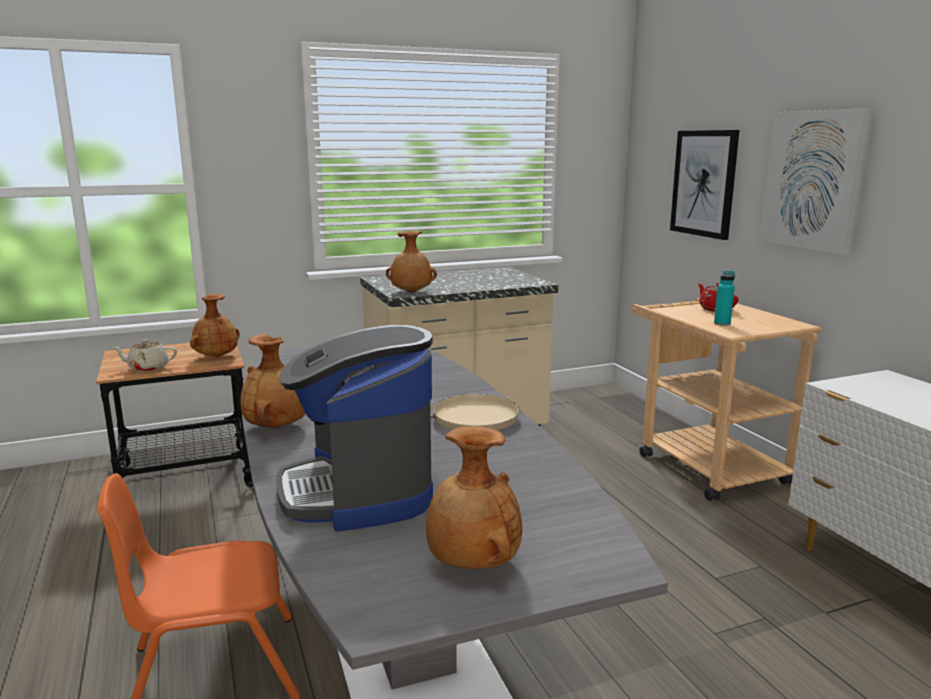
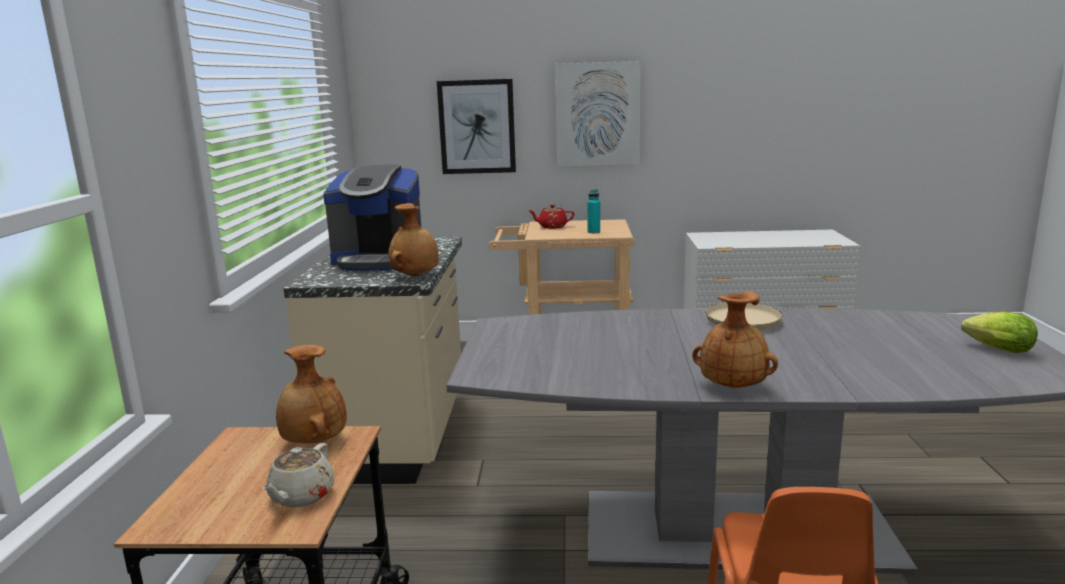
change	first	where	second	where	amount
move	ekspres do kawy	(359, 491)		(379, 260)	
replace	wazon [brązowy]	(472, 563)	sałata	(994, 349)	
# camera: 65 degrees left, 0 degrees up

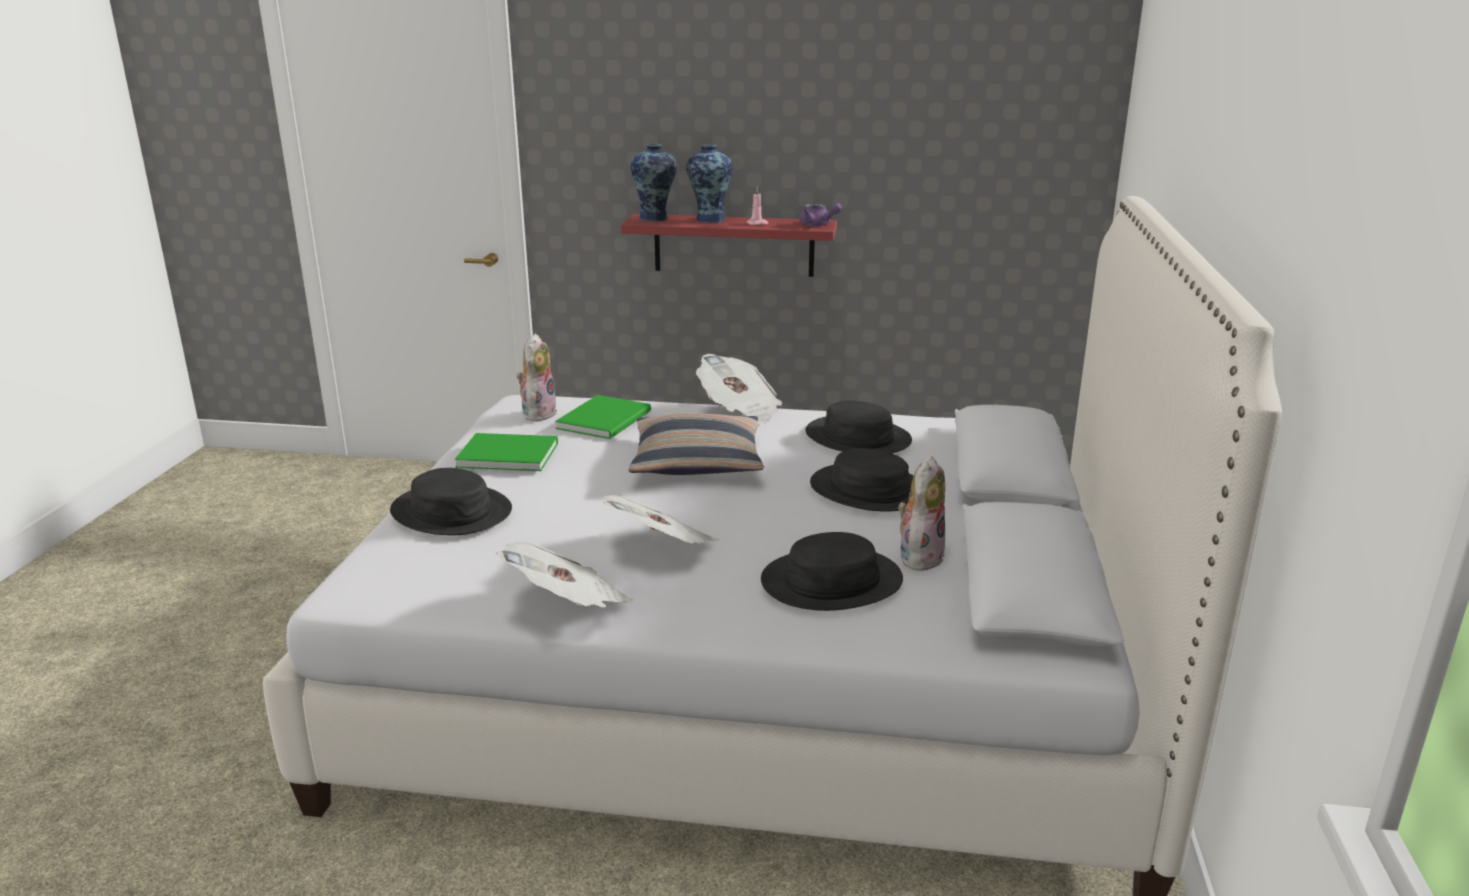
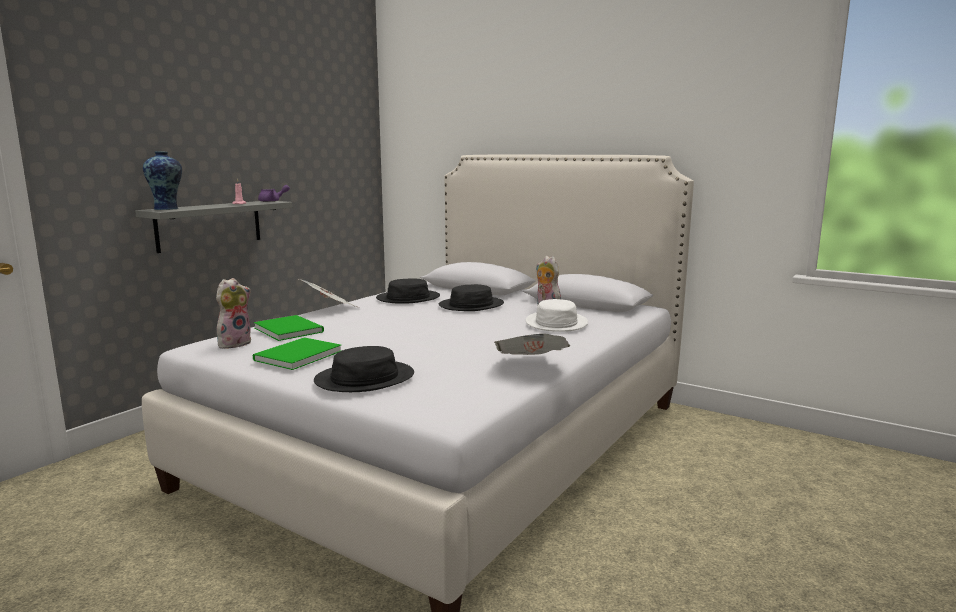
change	first	where	second	where	amount
recolor	półka [czerwony]	(733, 245)	półka [szary]	(209, 225)	
rotate	pluszak	(538, 413)		(234, 343)	90 degrees clockwise
recolor	kapelusz [czarny]	(831, 581)	kapelusz [biały]	(556, 323)	
delete	gazeta	(662, 548)			
delete	poduszka	(697, 461)			
delete	wazon	(710, 219)			
# camera: 65 degrees left, 10 degrees down

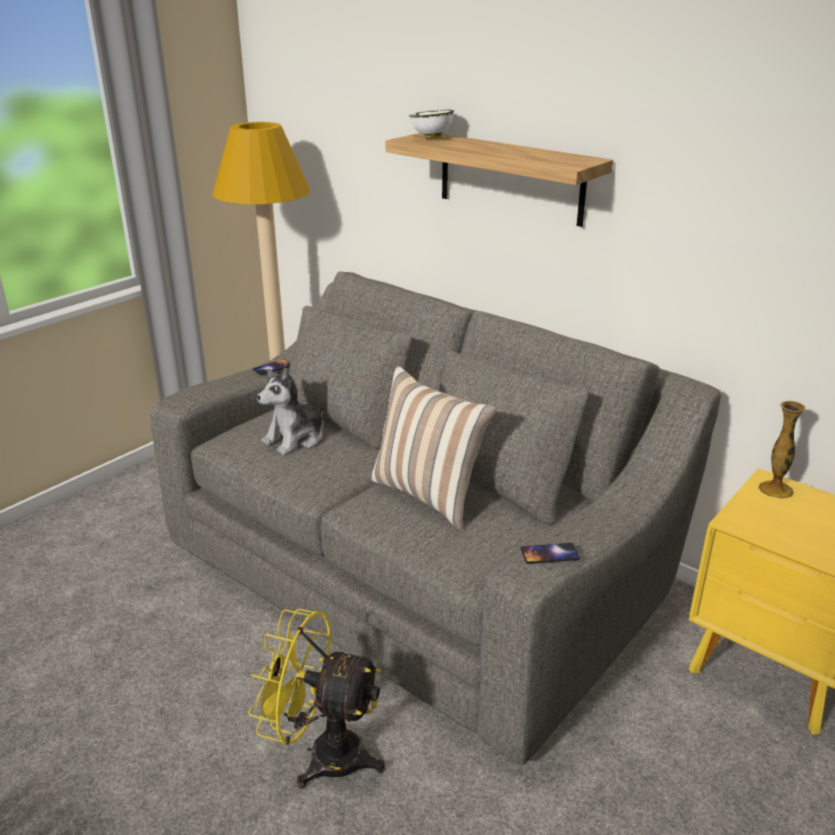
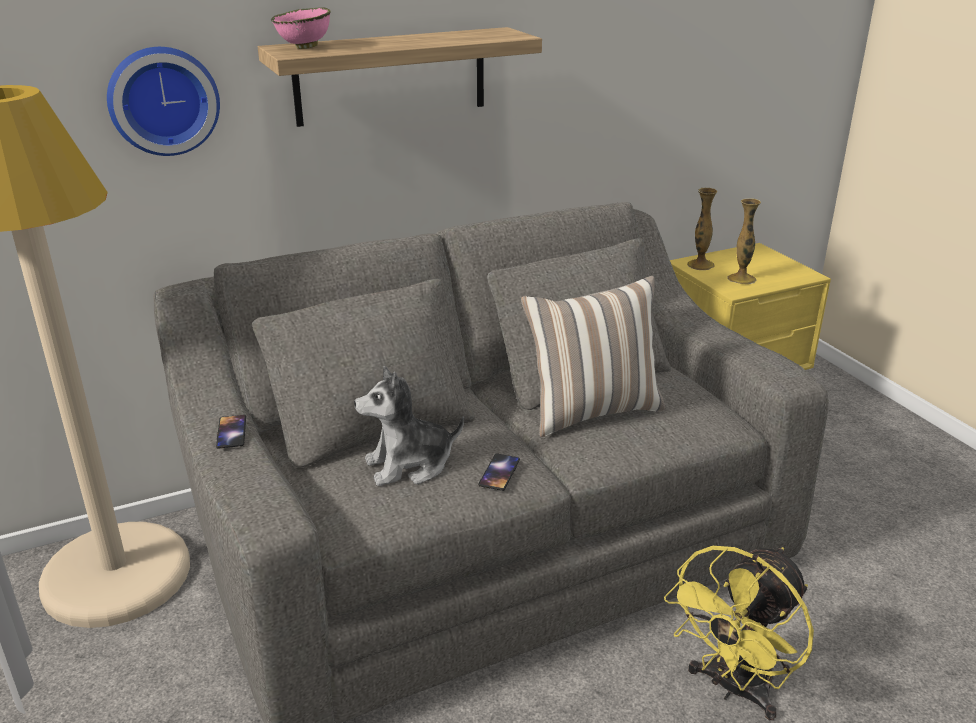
change	first	where	second	where	amount
insert			zegar ścienny	(163, 100)	
recolor	miska [biały]	(431, 138)	miska [różowy]	(305, 47)	
rotate	pluszak	(295, 438)		(409, 465)	90 degrees clockwise
move	telefon	(549, 554)		(499, 472)	
insert			wazon	(741, 279)	
# camera: 65 degrees left, 0 degrees up

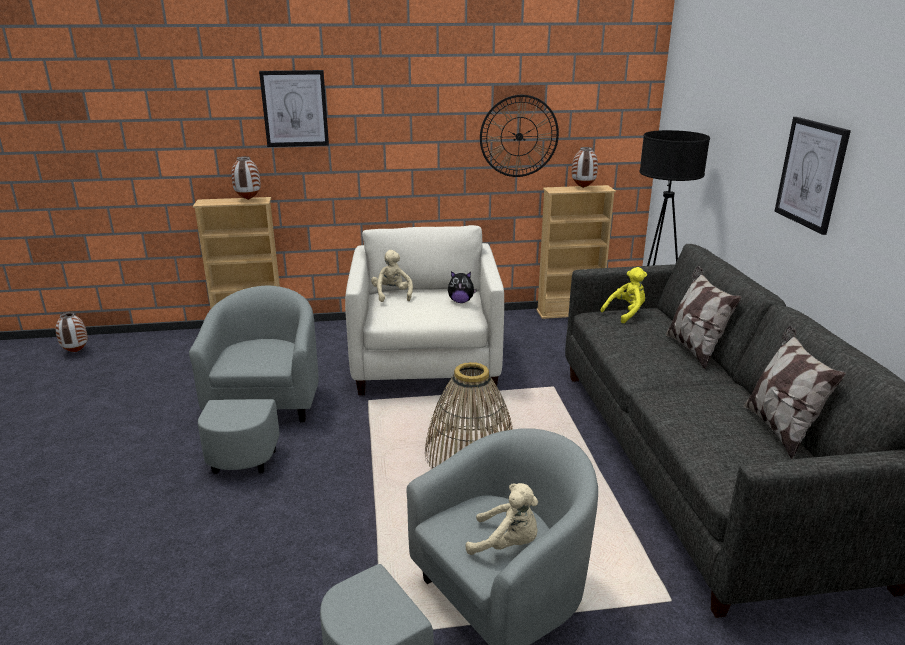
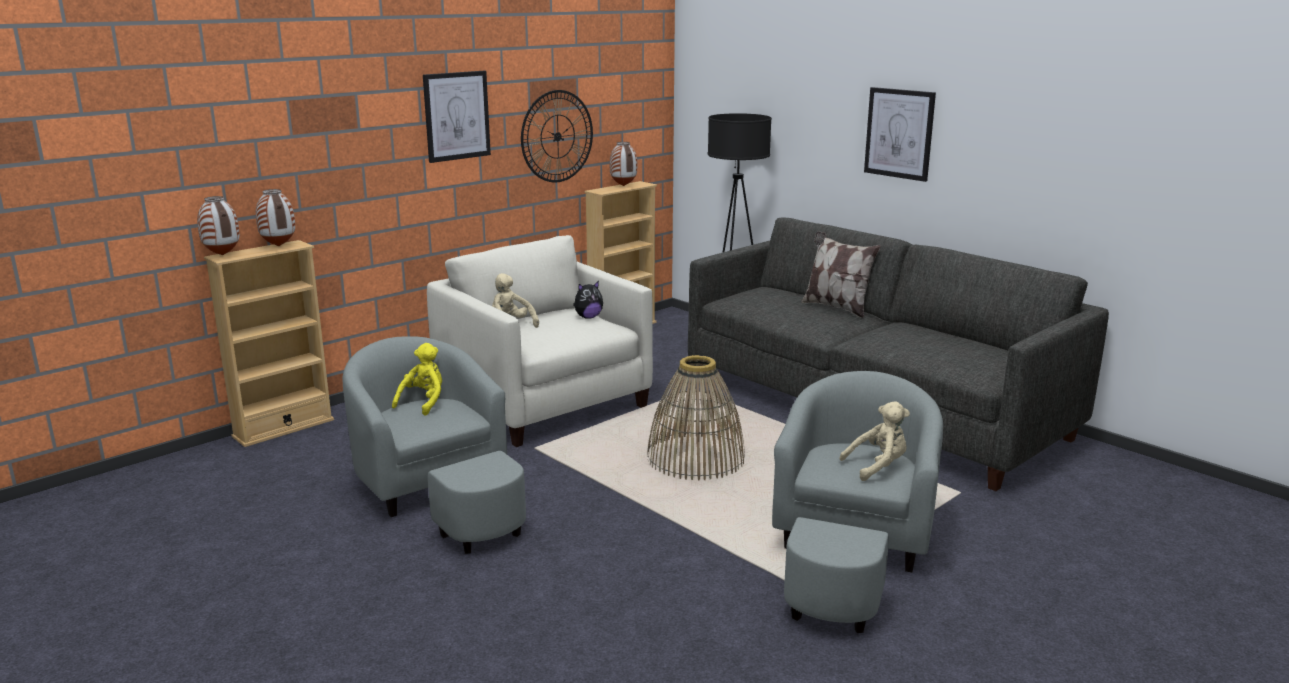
change	first	where	second	where	amount
move	wazon	(76, 352)		(223, 255)	
move	pluszak [żółty]	(626, 313)		(423, 402)	
move	obraz	(295, 108)		(456, 116)	
delete	poduszka	(779, 429)			
# camera: 35 degrees left, 5 degrees down

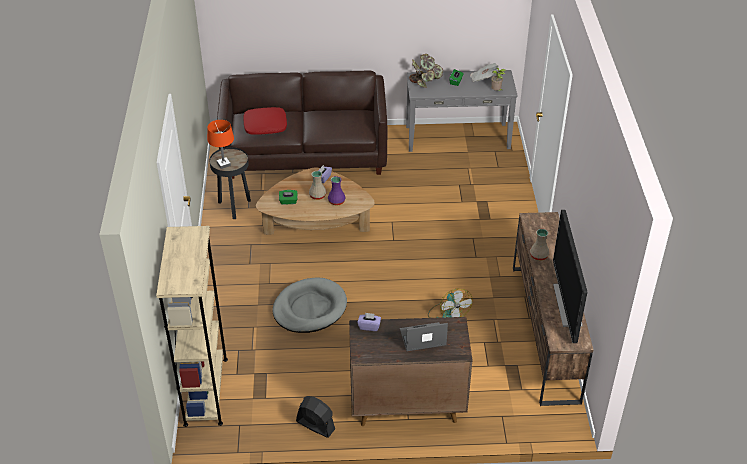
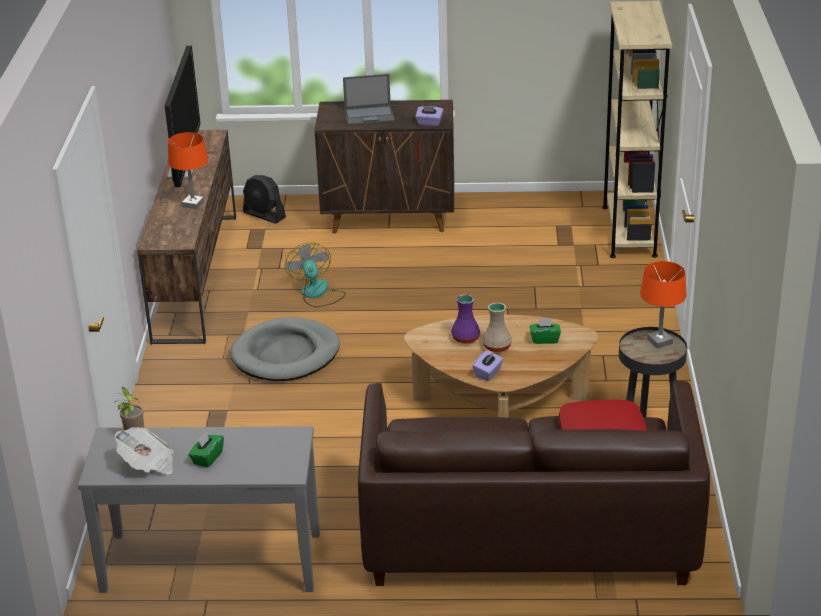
change	first	where	second	where	amount
replace	wazon [beżowy]	(538, 255)	lampa stołowa [pomarańczowy]	(193, 204)	
move	legowisko [szary]	(309, 308)		(286, 354)	
move	wentylator [czarny]	(315, 425)		(264, 215)	
delete	roślina doniczkowa	(425, 80)			
# camera: 175 degrees left, 10 degrees down

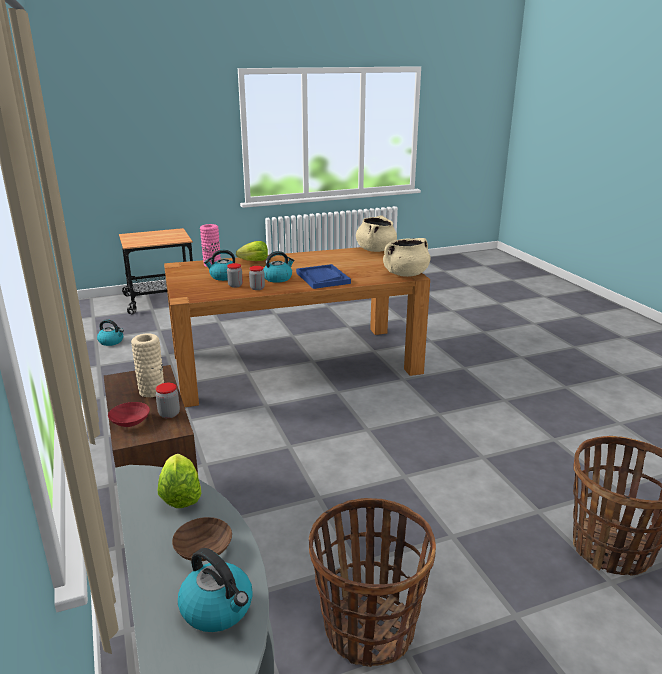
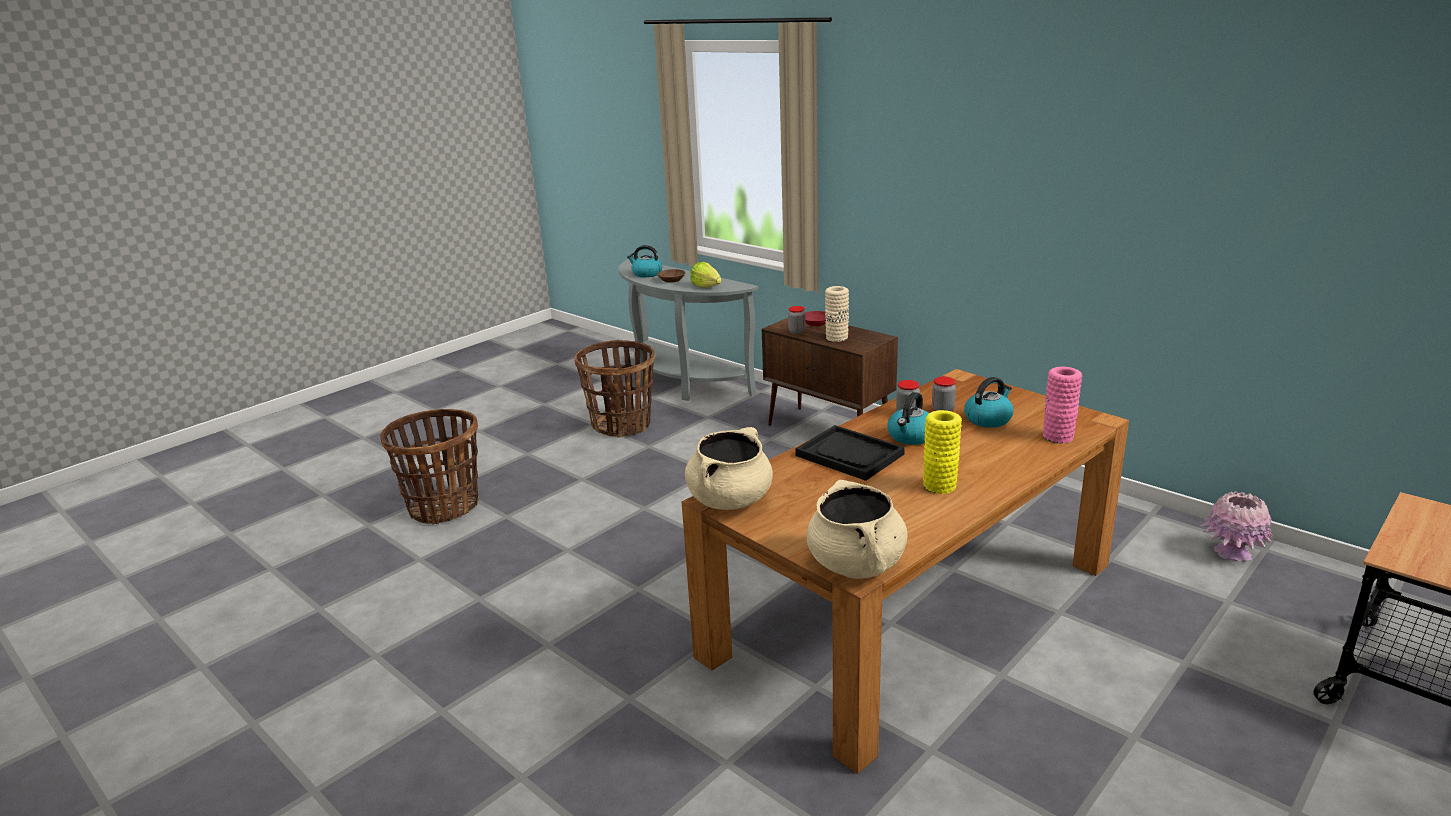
change	first	where	second	where	amount
recolor	taca [niebieski]	(322, 278)	taca [czarny]	(850, 455)	
insert			wazon [żółty]	(939, 485)	
replace	czajnik	(111, 341)	wazon [różowy]	(1232, 553)	
delete	sałata	(254, 261)			
# camera: 155 degrees right, 0 degrees up

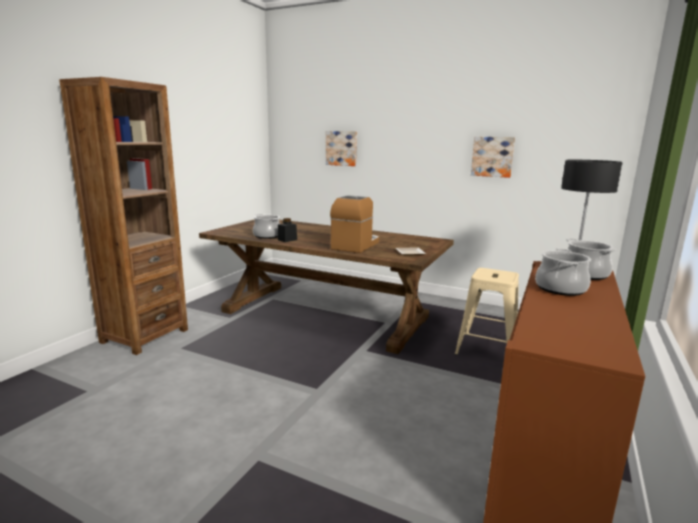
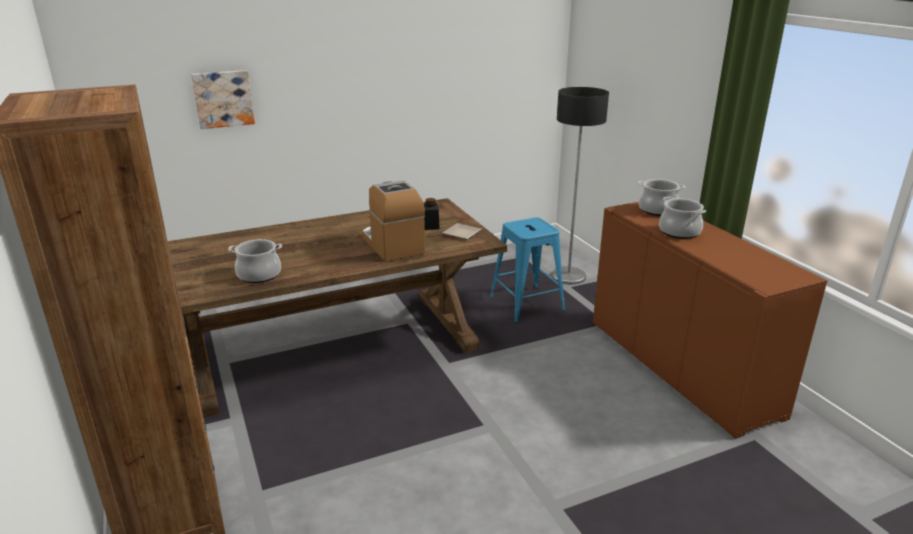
change	first	where	second	where	amount
move	słoik [czarny]	(287, 240)		(431, 225)	
recolor	stołek [beżowy]	(486, 349)	stołek [niebieski]	(526, 304)	
delete	obraz	(492, 156)			
# camera: 50 degrees left, 10 degrees up

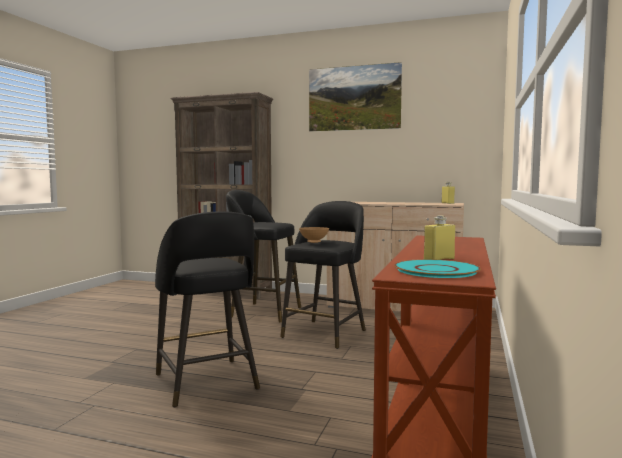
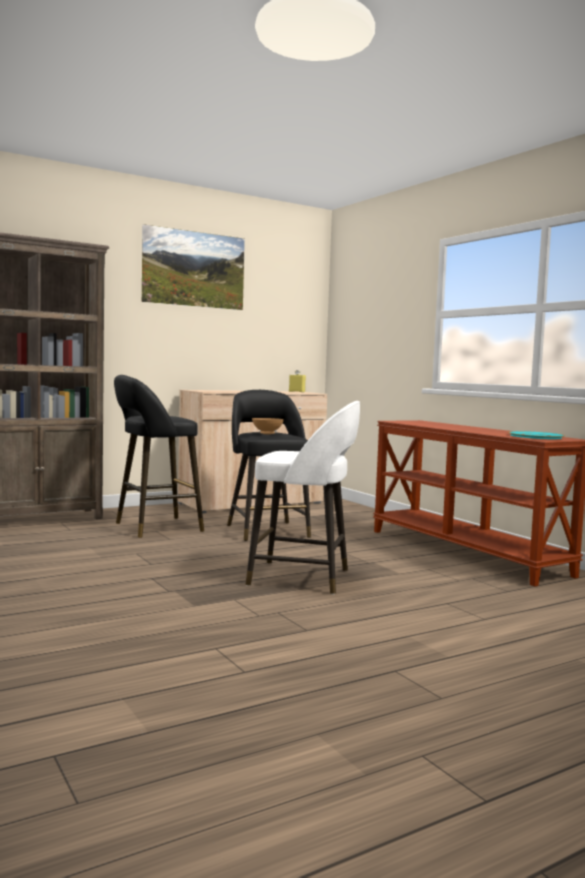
change	first	where	second	where	amount
recolor	stołek [czarny]	(207, 383)	stołek [biały]	(302, 578)	
delete	butelka [żółty]	(439, 259)			
# camera: 50 degrees left, 0 degrees up

